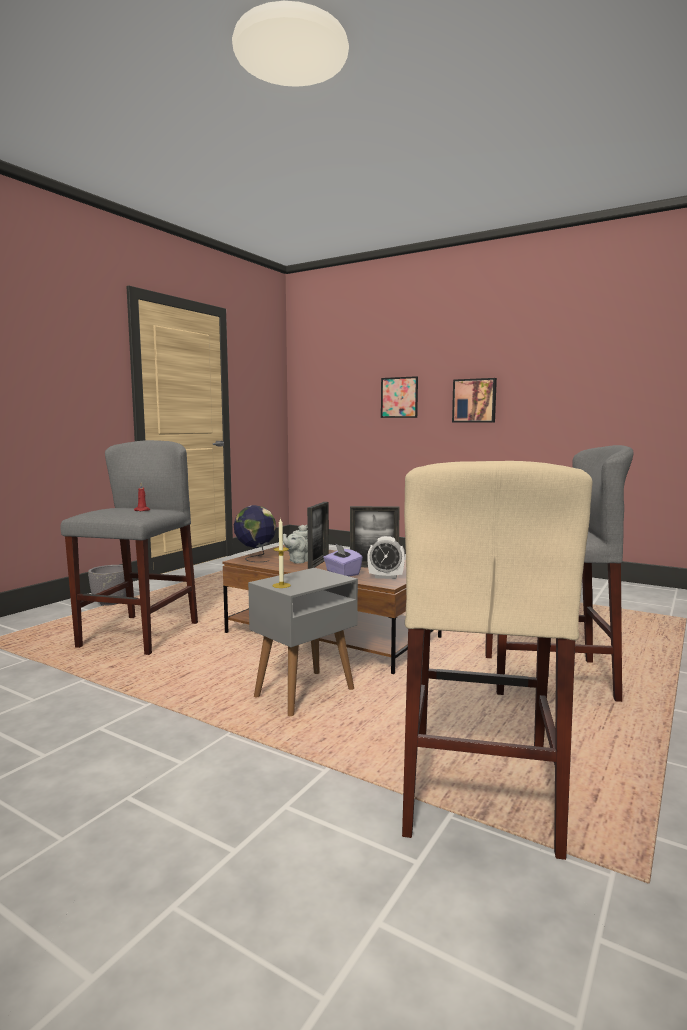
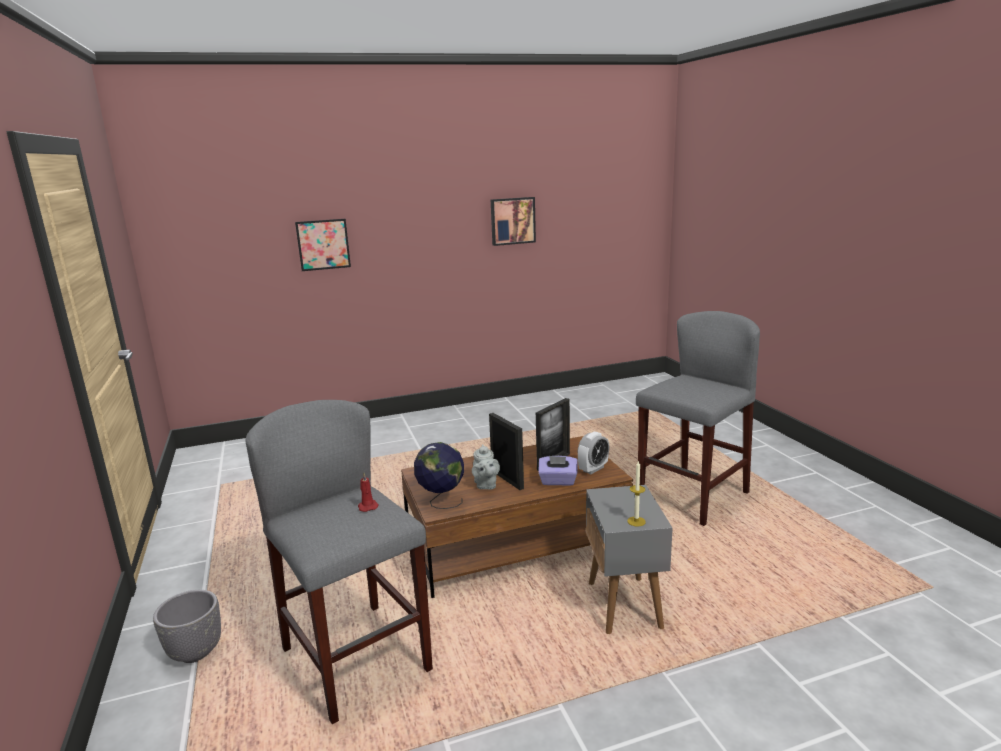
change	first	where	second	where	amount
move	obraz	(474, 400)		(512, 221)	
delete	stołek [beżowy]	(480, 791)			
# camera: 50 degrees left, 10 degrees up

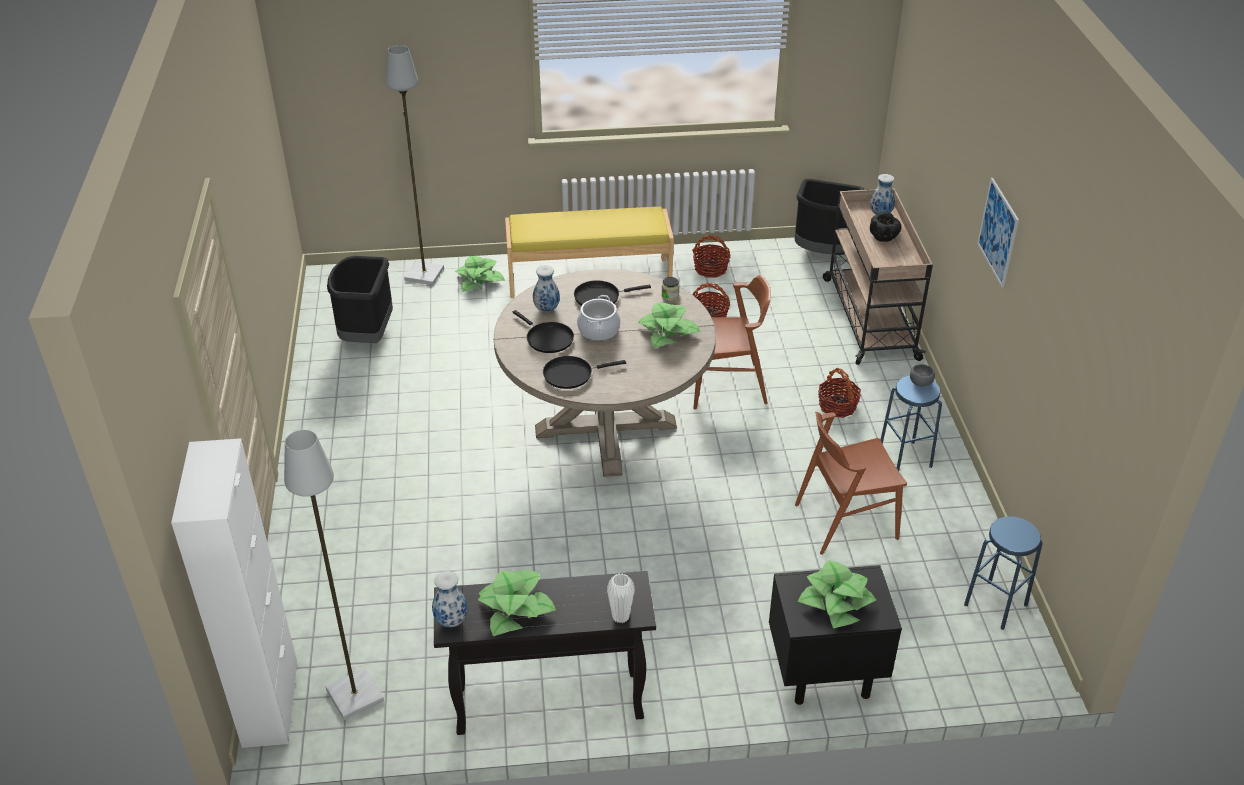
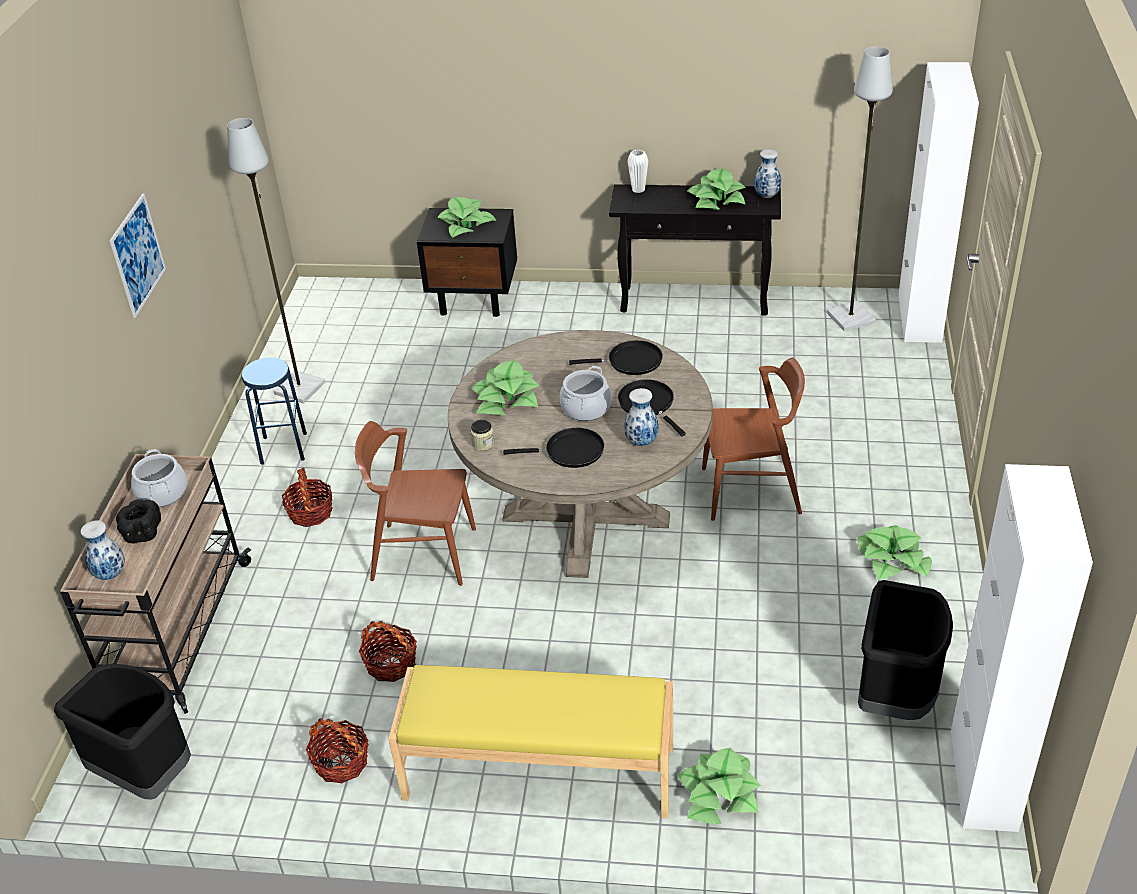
change	first	where	second	where	amount
insert			garnek	(162, 493)	
move	lampa stojąca [szary]	(425, 274)		(299, 388)	
move	krzesło [brązowy]	(845, 521)		(751, 491)	
insert			roślina doniczkowa	(892, 560)	
insert			szafka [biały]	(983, 780)	
delete	miska [szary]	(921, 382)			
delete	stołek [niebieski]	(995, 605)			
# camera: 165 degrees left, 0 degrees up

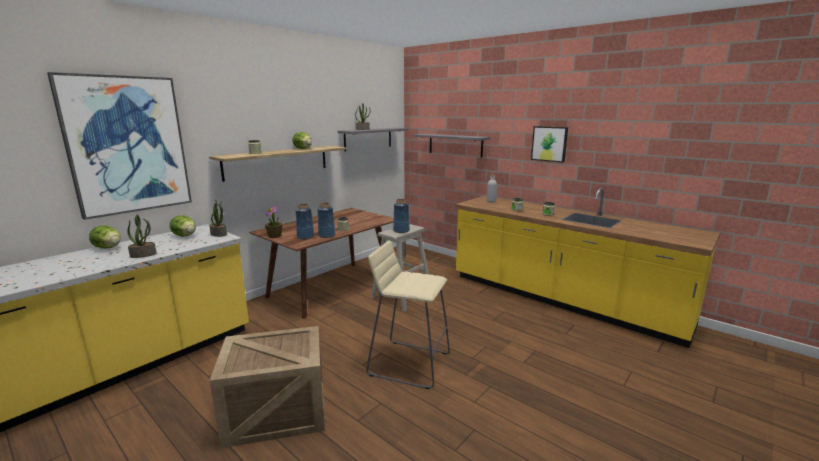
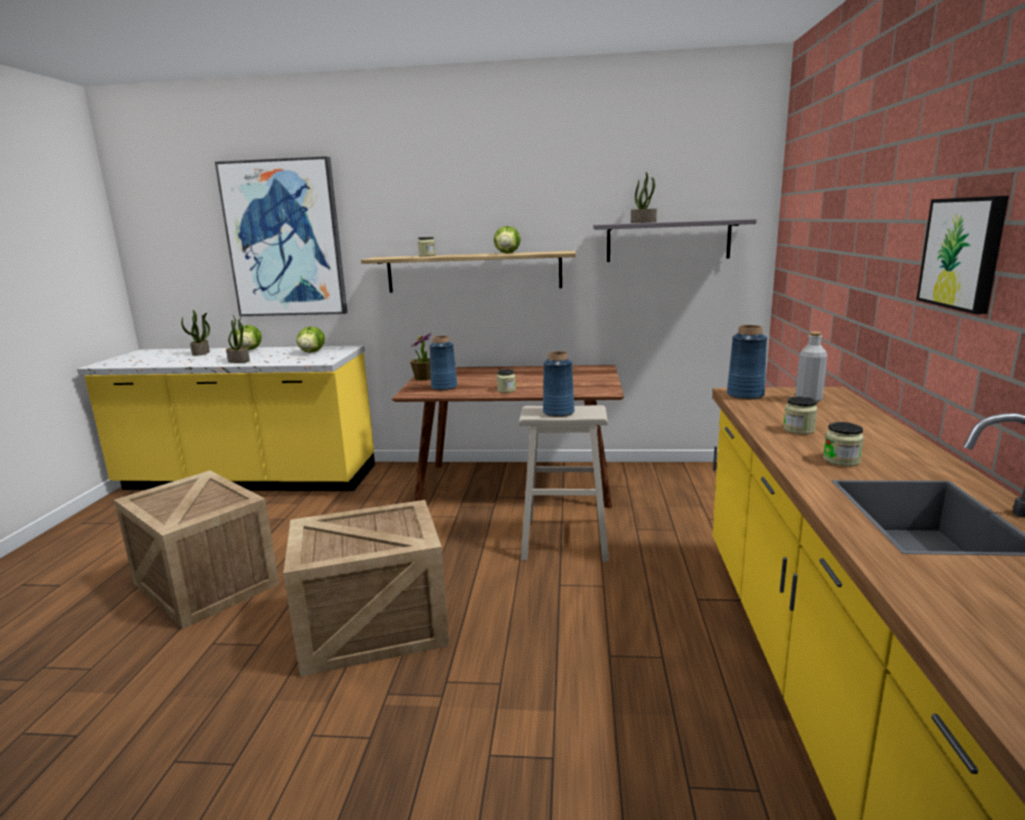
change	first	where	second	where	amount
move	roślina doniczkowa	(219, 234)		(201, 353)	
replace	stołek [beżowy]	(409, 363)	skrzynka	(375, 626)	
move	wazon [niebieski]	(326, 235)		(745, 395)	
delete	półka [szary]	(455, 145)			
# camera: 55 degrees right, 0 degrees up

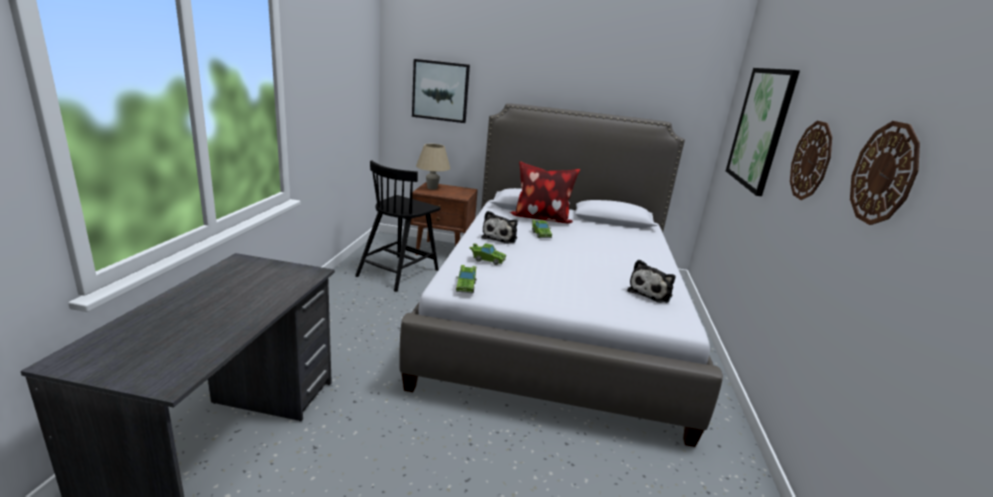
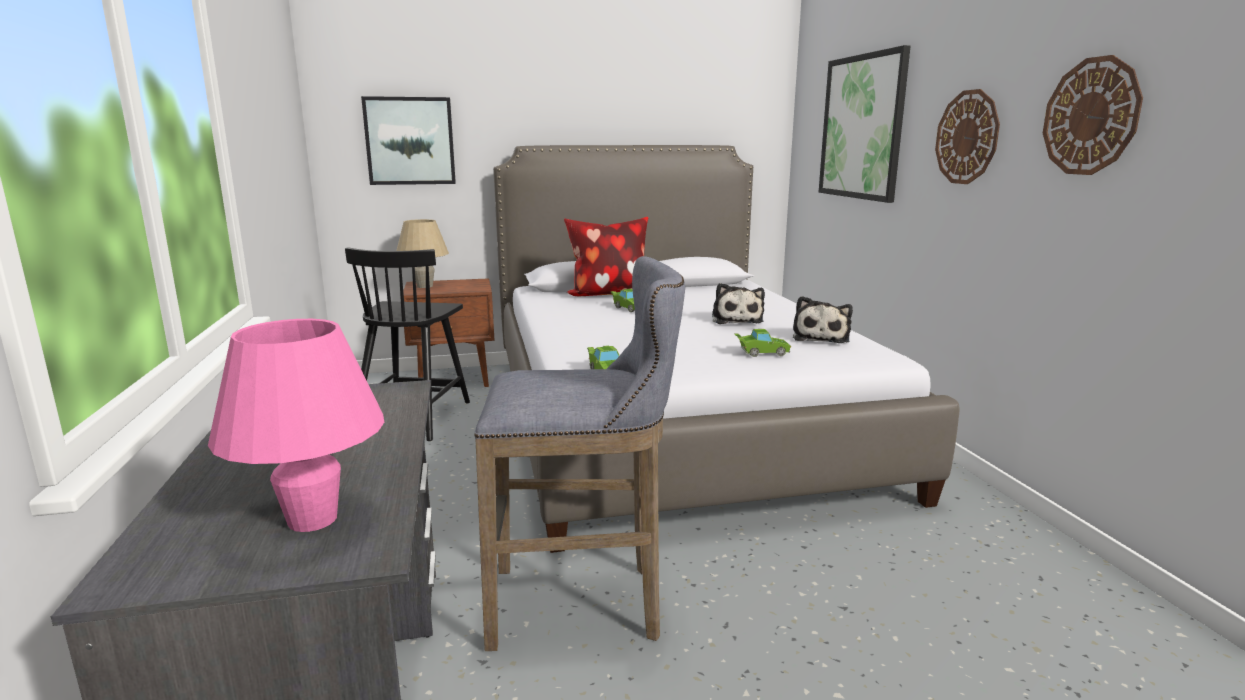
change	first	where	second	where	amount
insert			lampa stołowa [różowy]	(312, 520)	
insert			stołek [szary]	(584, 604)	
move	pluszak	(500, 237)		(736, 320)	
move	samochodzik [zielony]	(487, 260)		(761, 353)	
# camera: 20 degrees left, 5 degrees down

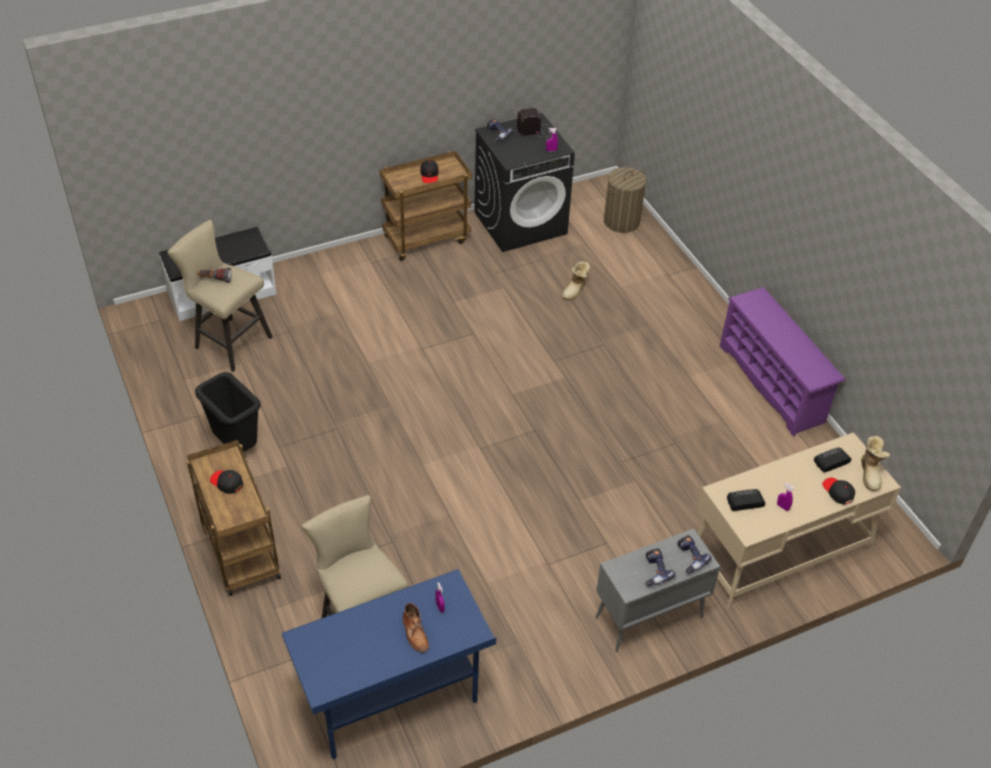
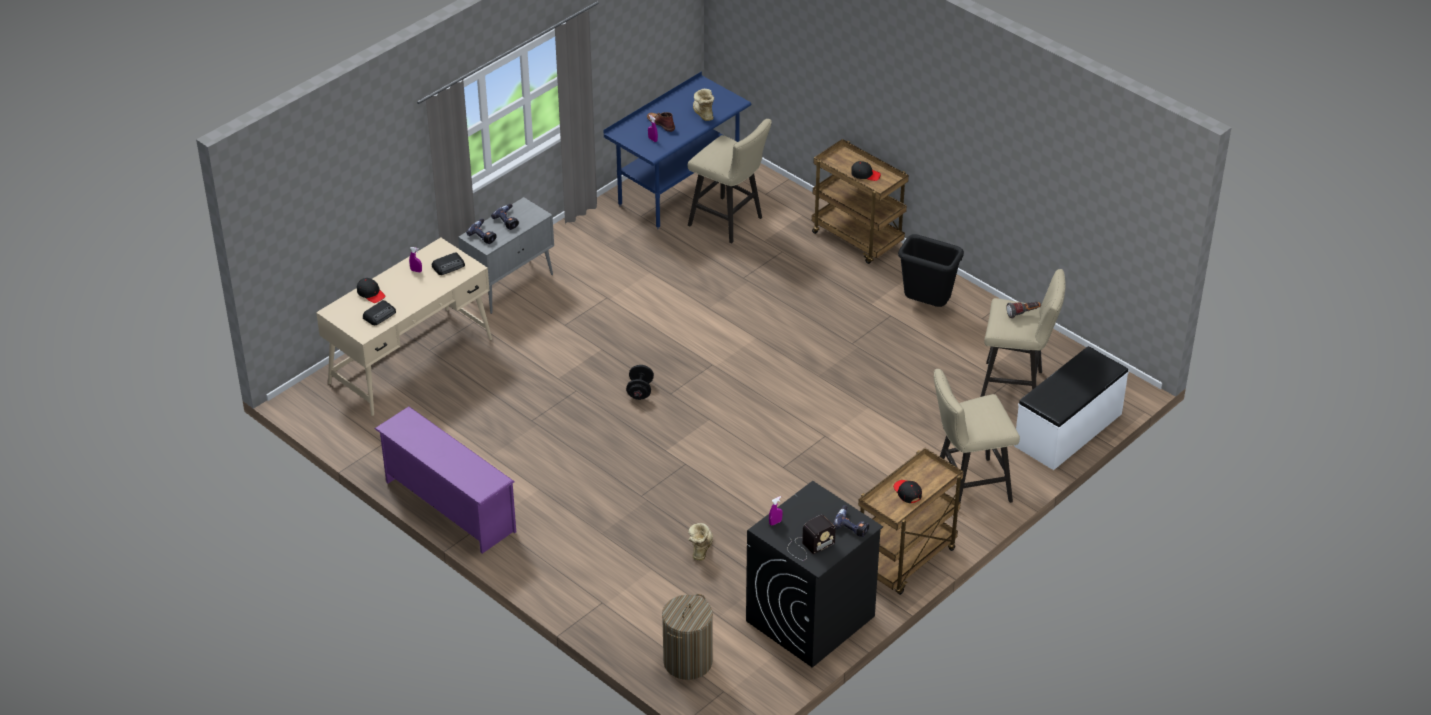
change	first	where	second	where	amount
insert			hantel [czarny]	(640, 391)	
move	but z cholewką	(870, 473)		(702, 114)	
insert			stołek [beżowy]	(967, 487)	
# camera: 160 degrees right, 5 degrees down

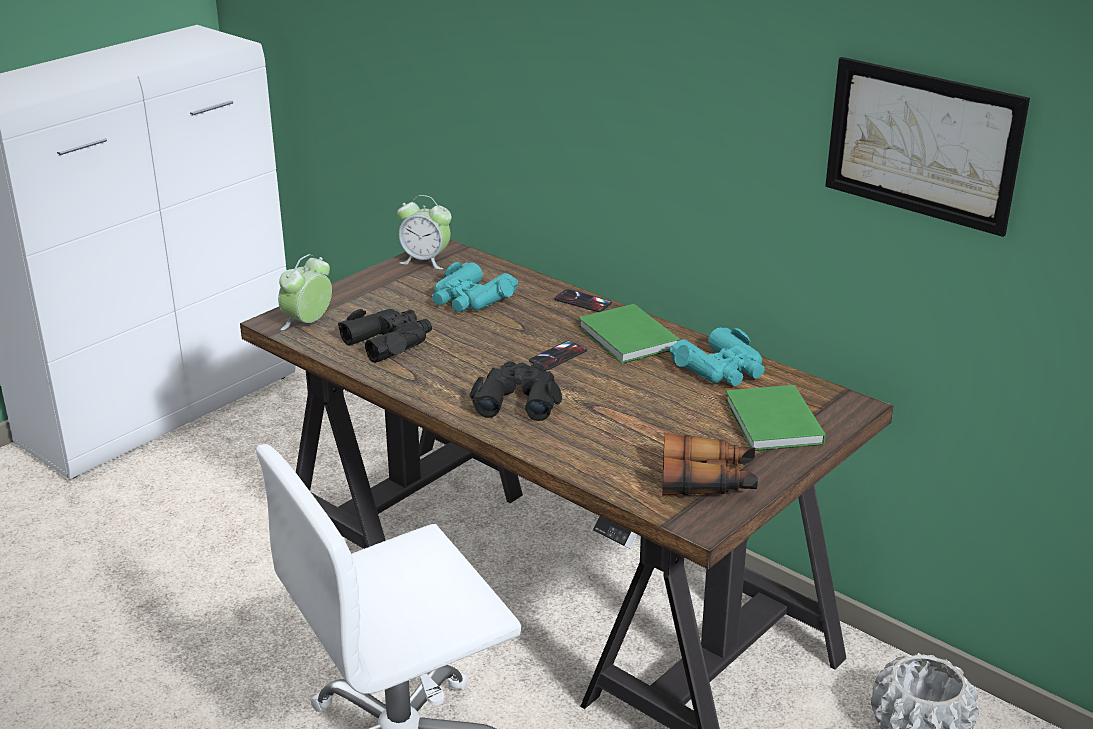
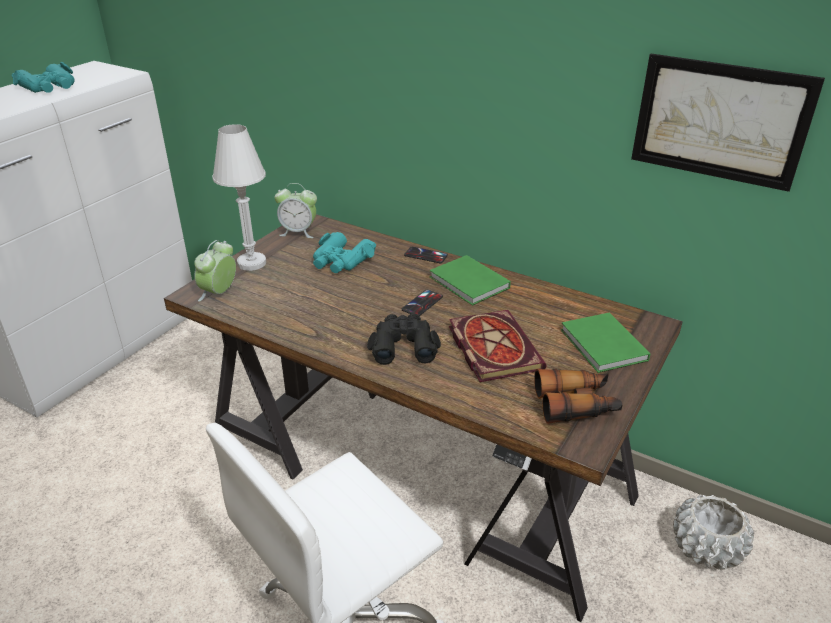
change	first	where	second	where	amount
move	lornetka [turkusowy]	(721, 369)		(49, 87)	
insert			lampa stołowa [biały]	(251, 263)	
insert			książka	(491, 347)	
delete	lornetka [czarny]	(389, 342)			
# camera: 10 degrees left, 5 degrees up

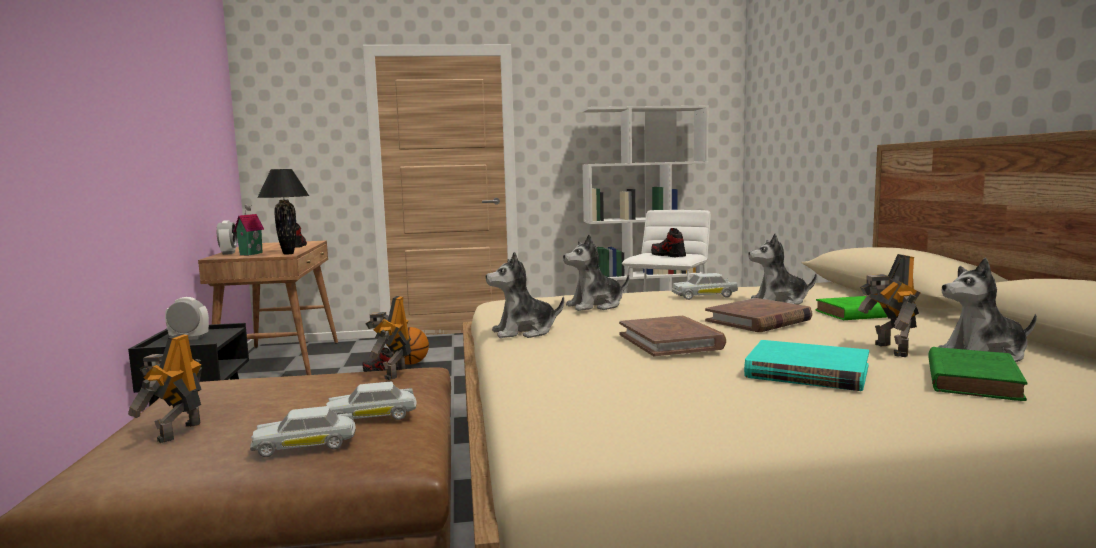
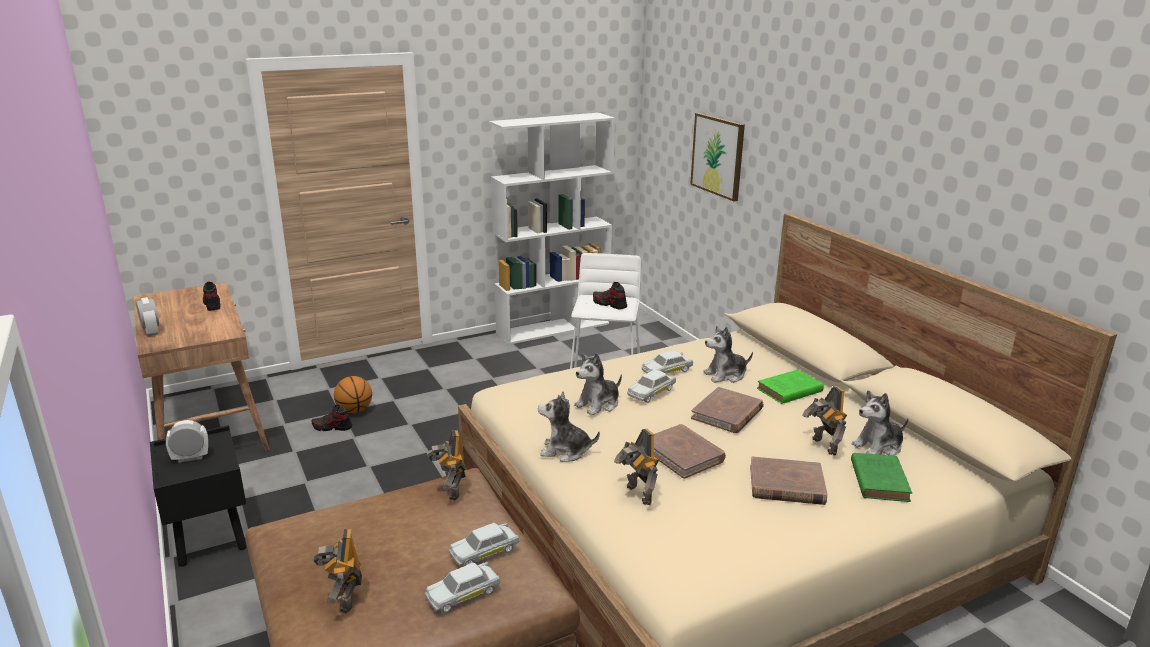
change	first	where	second	where	amount
rotate	pluszak	(524, 332)		(565, 451)	45 degrees clockwise
insert			robot zabawkowy	(637, 495)	
insert			samochodzik [biały]	(651, 392)	
insert			obraz	(718, 156)	
recolor	książka [turkusowy]	(806, 372)	książka [brązowy]	(786, 485)	
delete	domek	(250, 254)			
delete	lampa stołowa [czarny]	(288, 254)			
# camera: 20 degrees left, 15 degrees up

